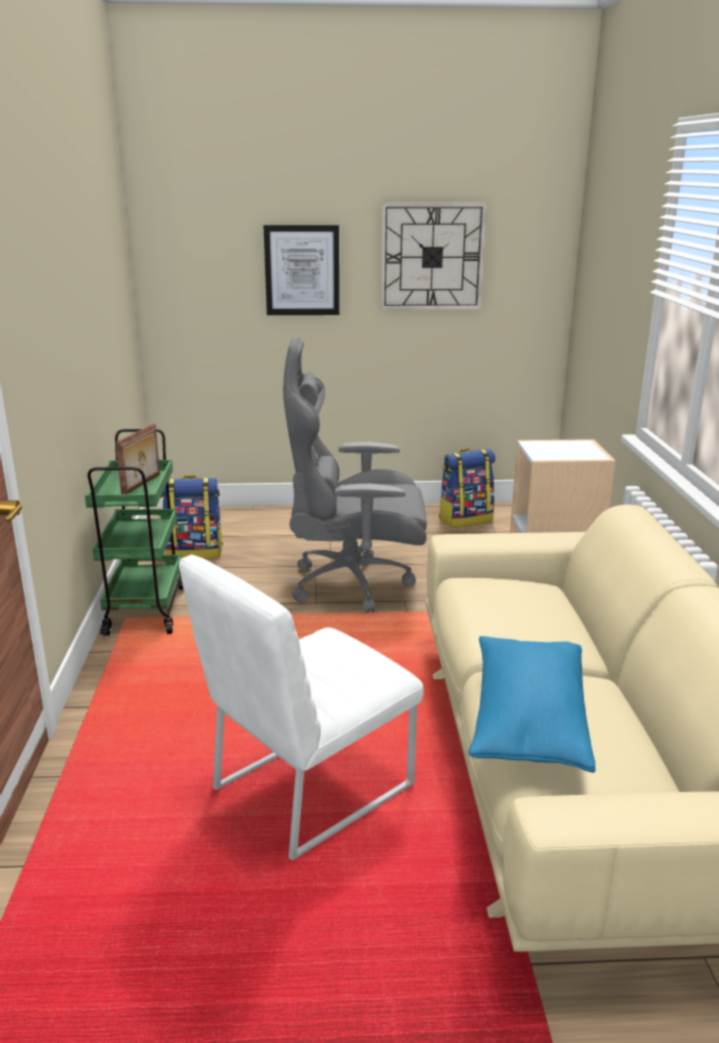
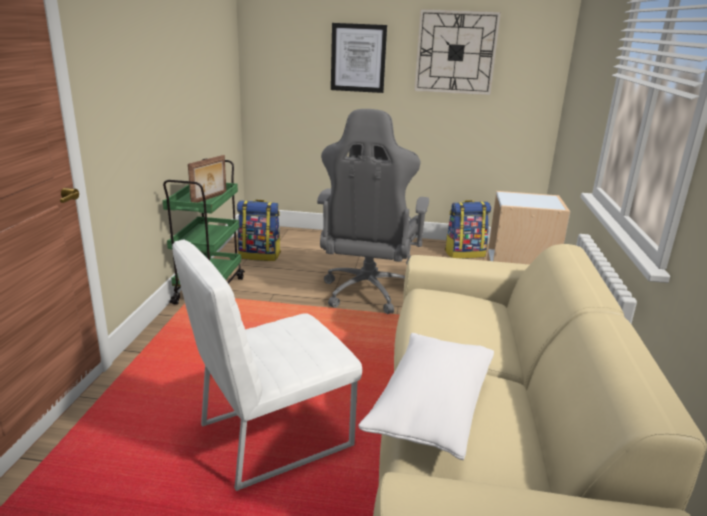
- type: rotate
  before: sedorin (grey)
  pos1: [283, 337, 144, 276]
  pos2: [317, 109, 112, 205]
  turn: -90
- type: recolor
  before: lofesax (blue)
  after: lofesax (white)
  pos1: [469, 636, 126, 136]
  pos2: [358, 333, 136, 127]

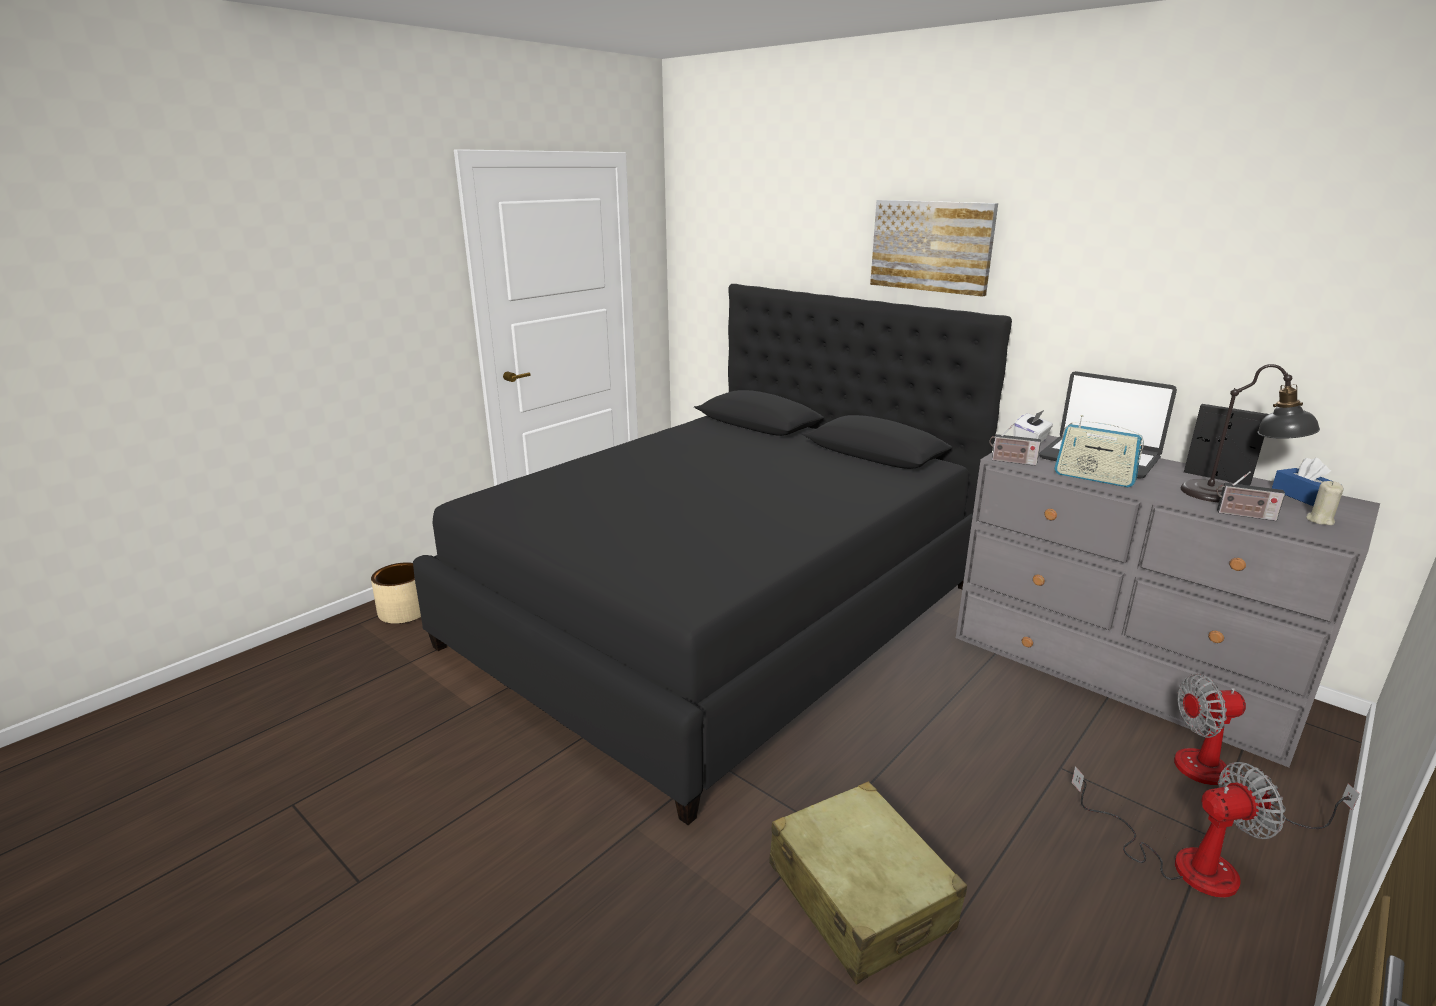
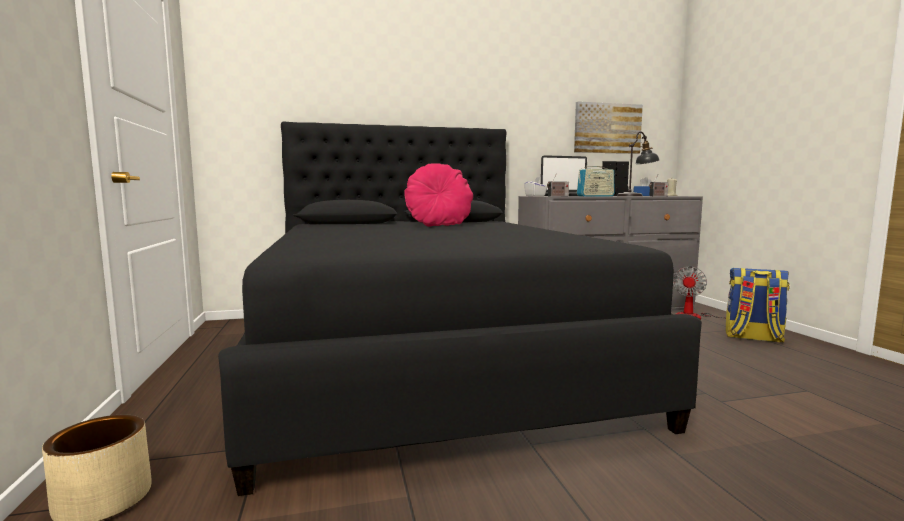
- type: insert
  after: lofesax (pink)
  pos2: [404, 163, 69, 64]
- type: move
  before: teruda
  pos1: [870, 200, 128, 97]
  pos2: [574, 101, 69, 53]
- type: replace
  before: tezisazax
  after: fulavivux
  pos1: [1072, 762, 214, 136]
  pos2: [726, 268, 63, 75]
- type: delete
  before: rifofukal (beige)
  pos1: [769, 781, 198, 204]

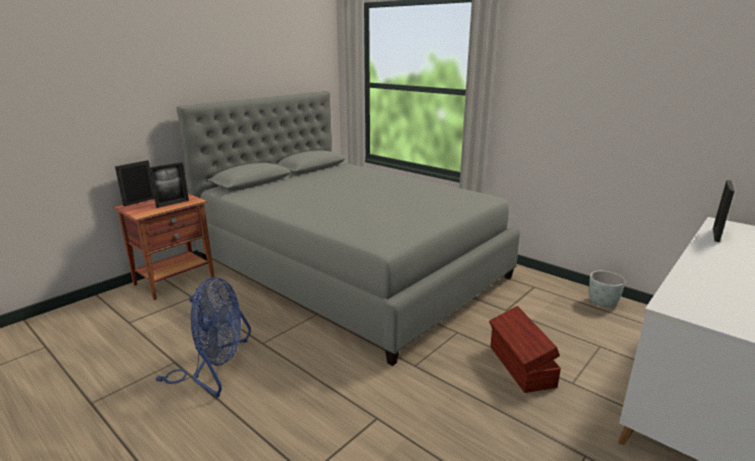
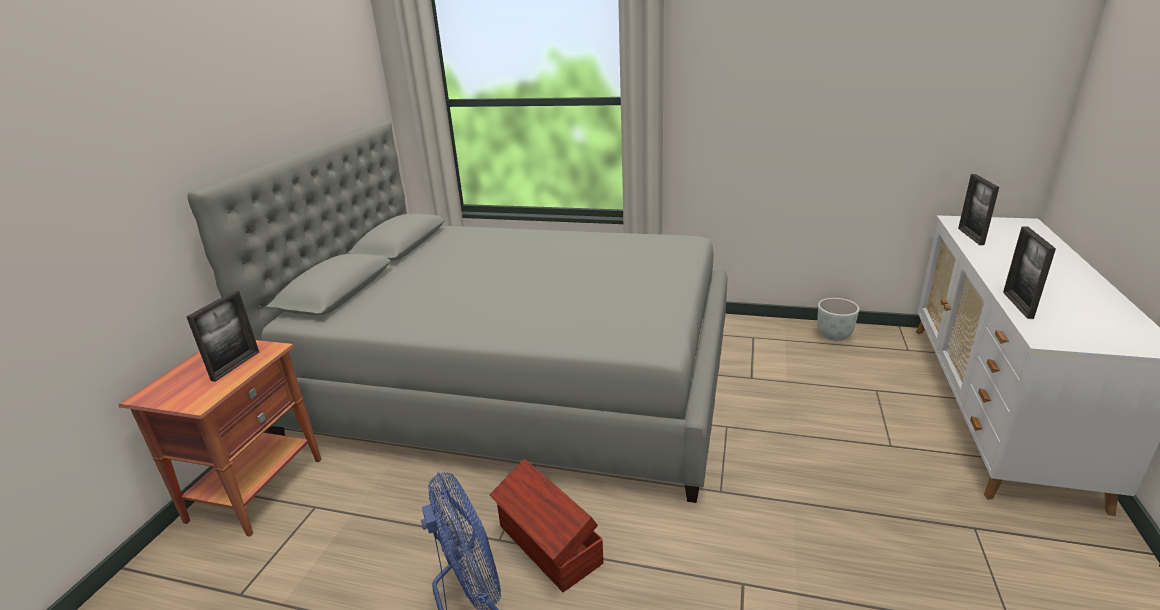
- type: move
  before: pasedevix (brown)
  pos1: [489, 306, 72, 87]
  pos2: [490, 459, 114, 133]
- type: move
  before: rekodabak
  pos1: [115, 160, 39, 46]
  pos2: [1003, 226, 53, 93]

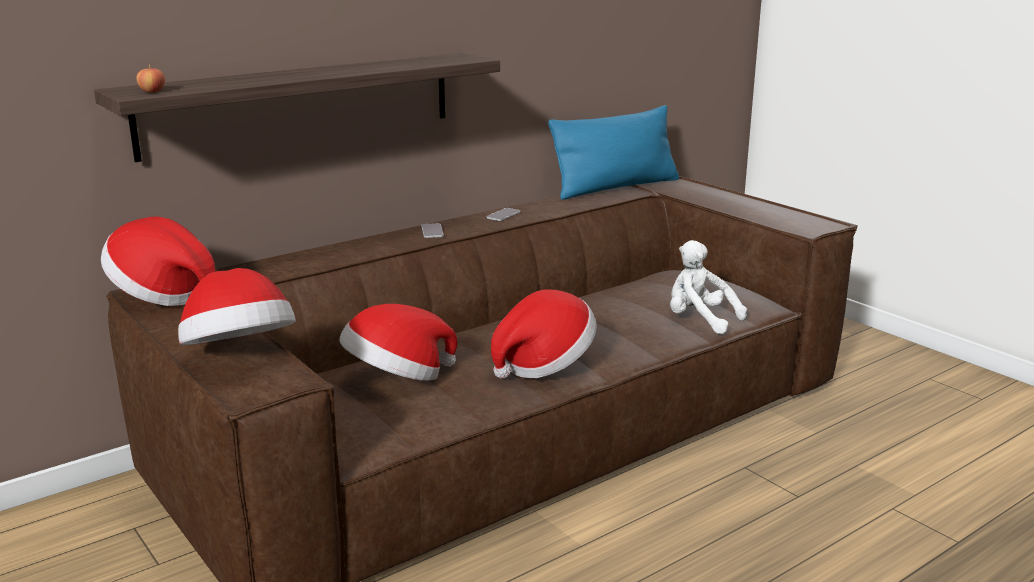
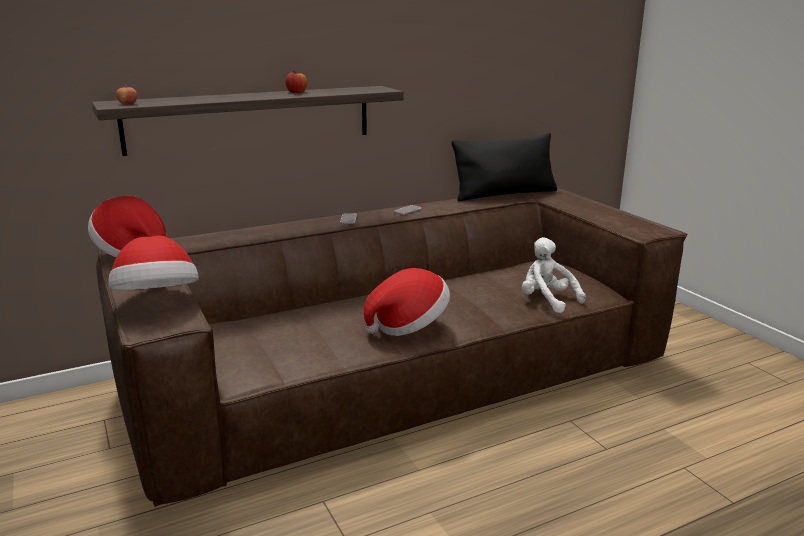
- type: insert
  after: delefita
  pos2: [286, 70, 21, 23]
- type: recolor
  before: lofesax (blue)
  after: lofesax (black)
  pos1: [548, 105, 131, 95]
  pos2: [452, 133, 105, 68]
- type: delete
  before: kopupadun
  pos1: [340, 304, 117, 77]

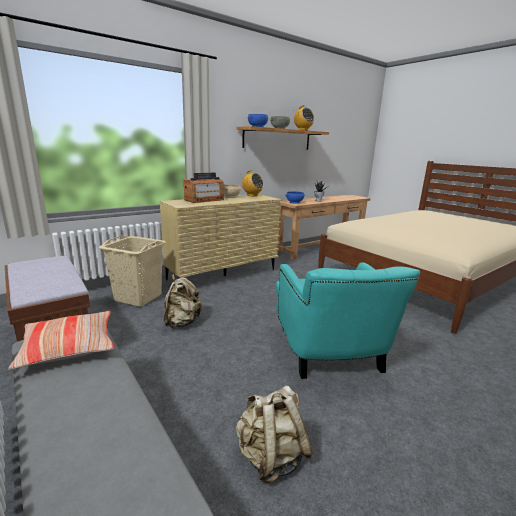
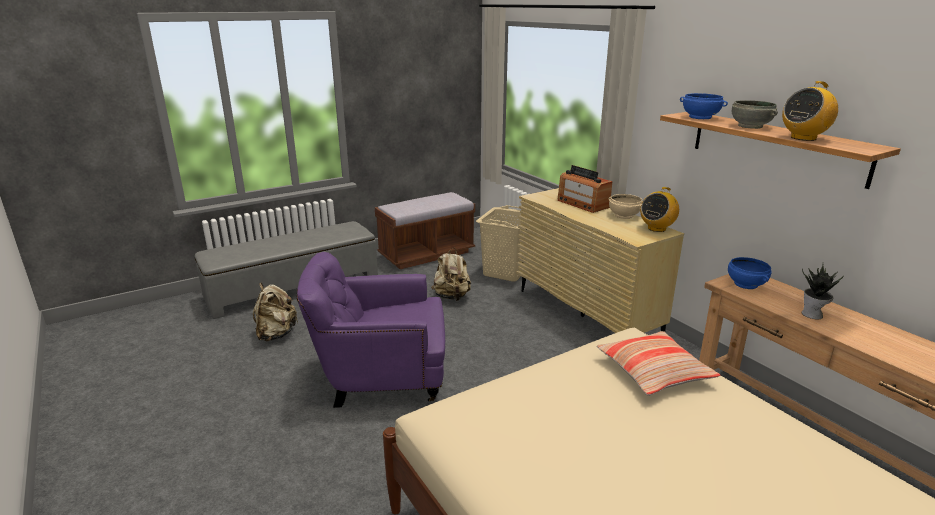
- type: recolor
  before: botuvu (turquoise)
  after: botuvu (purple)
  pos1: [276, 262, 144, 117]
  pos2: [297, 252, 148, 156]
- type: move
  before: lofesax
  pos1: [8, 311, 106, 59]
  pos2: [596, 331, 124, 65]

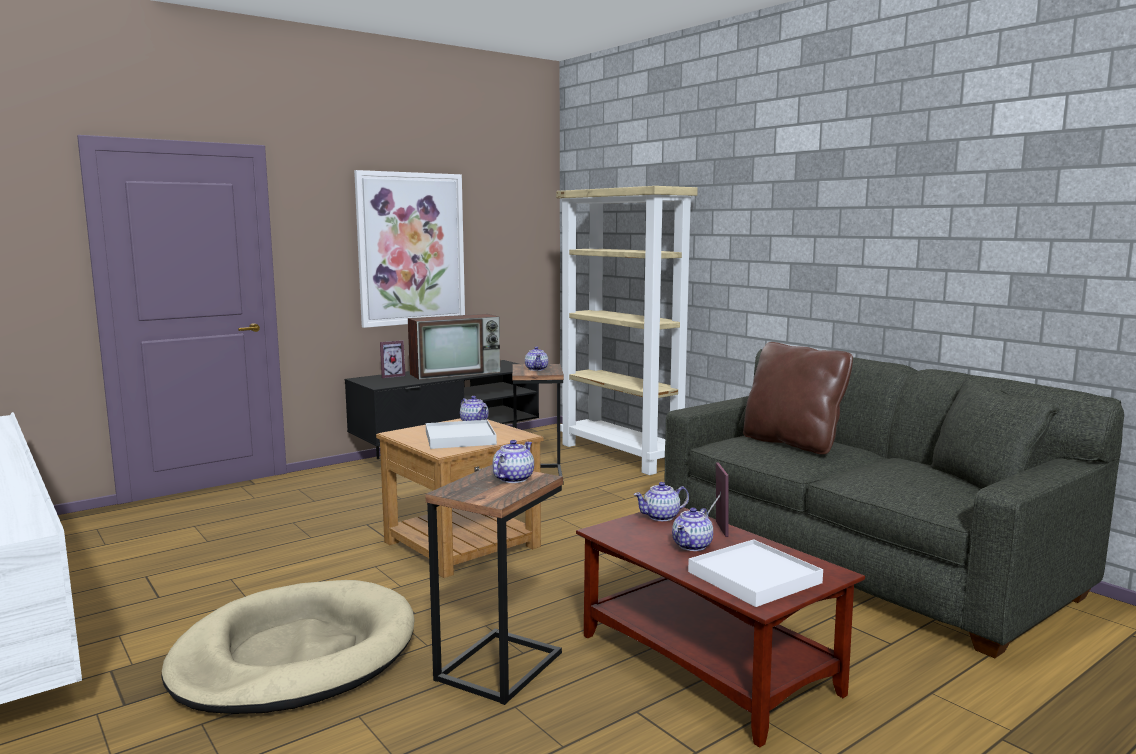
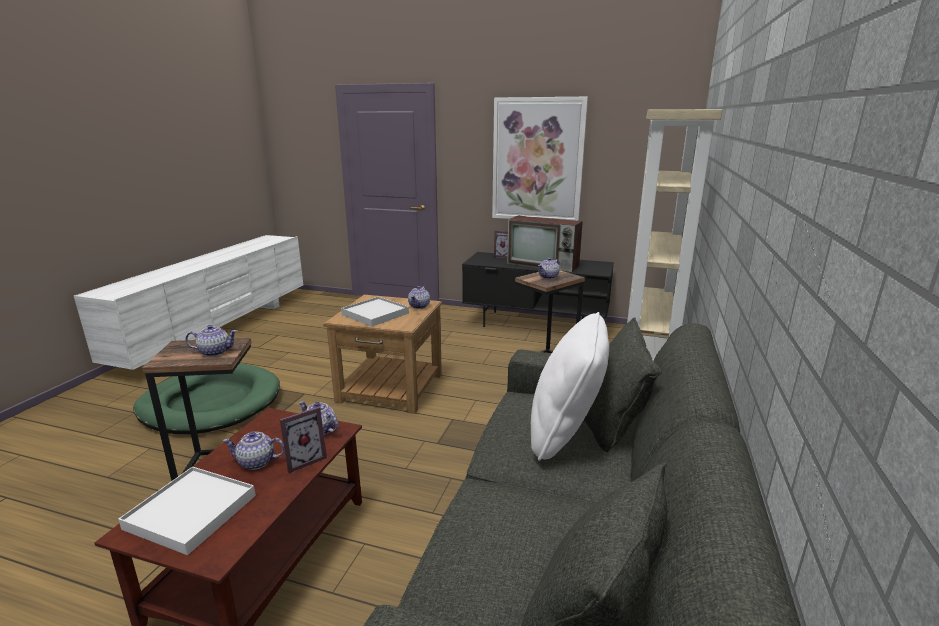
- type: recolor
  before: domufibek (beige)
  after: domufibek (green)
  pos1: [162, 580, 253, 134]
  pos2: [133, 363, 147, 71]
- type: recolor
  before: lofesax (brown)
  after: lofesax (white)
  pos1: [743, 342, 110, 113]
  pos2: [531, 312, 78, 149]

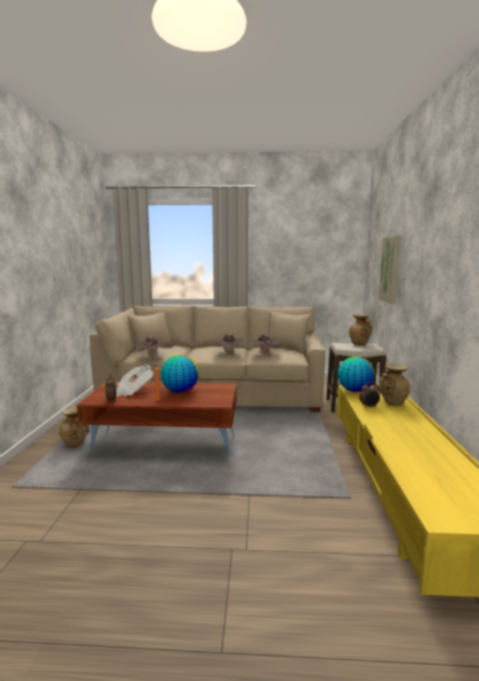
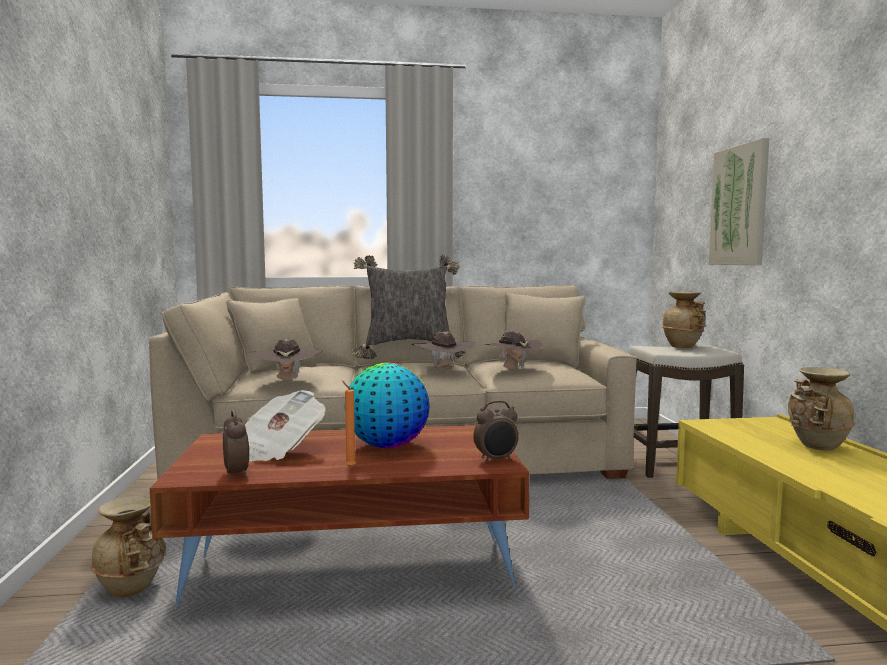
- type: insert
  after: lofesax
  pos2: [351, 254, 115, 108]
- type: move
  before: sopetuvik
  pos1: [359, 382, 21, 26]
  pos2: [473, 400, 46, 63]
- type: delete
  before: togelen
  pos1: [338, 356, 37, 36]

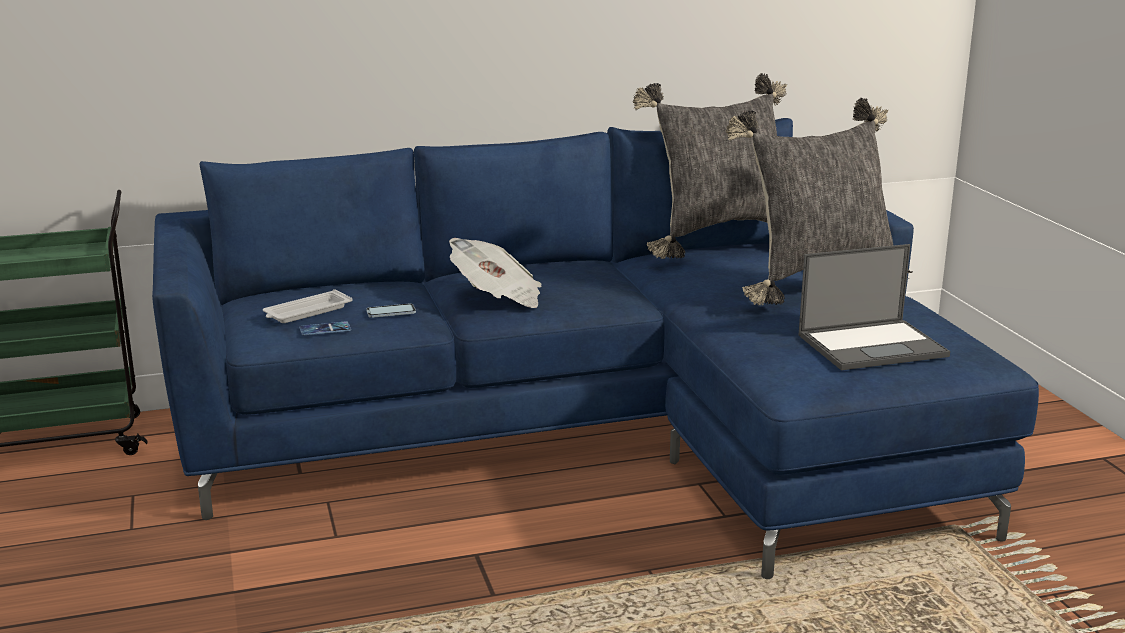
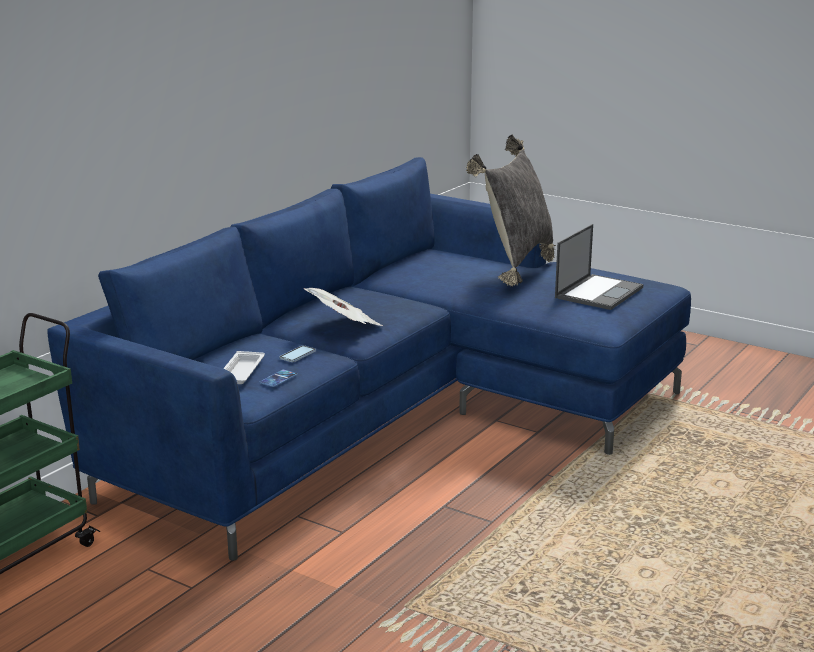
- type: delete
  before: lofesax
  pos1: [633, 73, 154, 186]

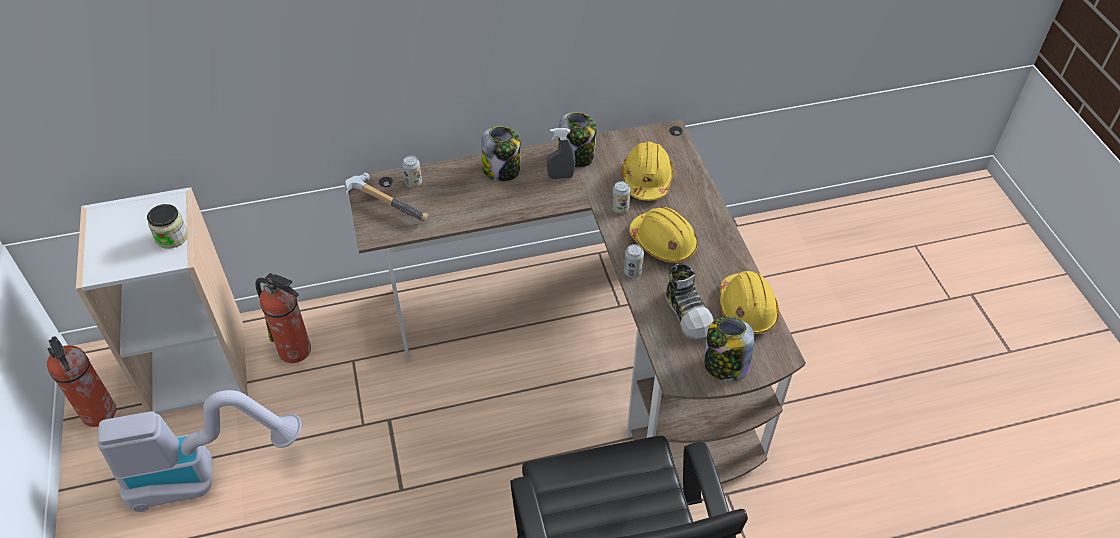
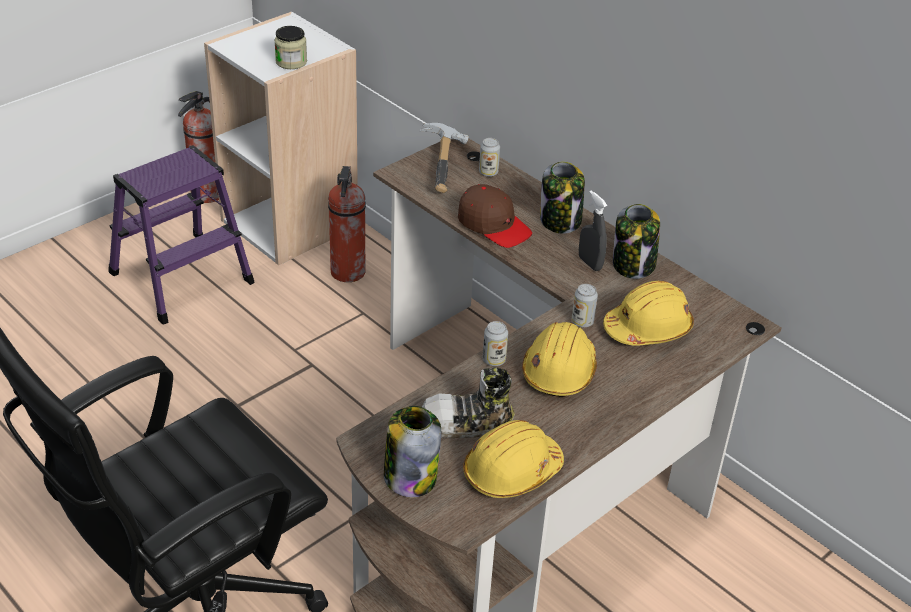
- type: replace
  before: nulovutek
  after: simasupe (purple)
  pos1: [98, 390, 204, 122]
  pos2: [108, 145, 147, 180]
- type: rotate
  before: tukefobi
  pos1: [666, 264, 48, 77]
  pos2: [422, 367, 93, 71]
  turn: 45
- type: insert
  after: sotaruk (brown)
  pos2: [458, 184, 74, 64]

